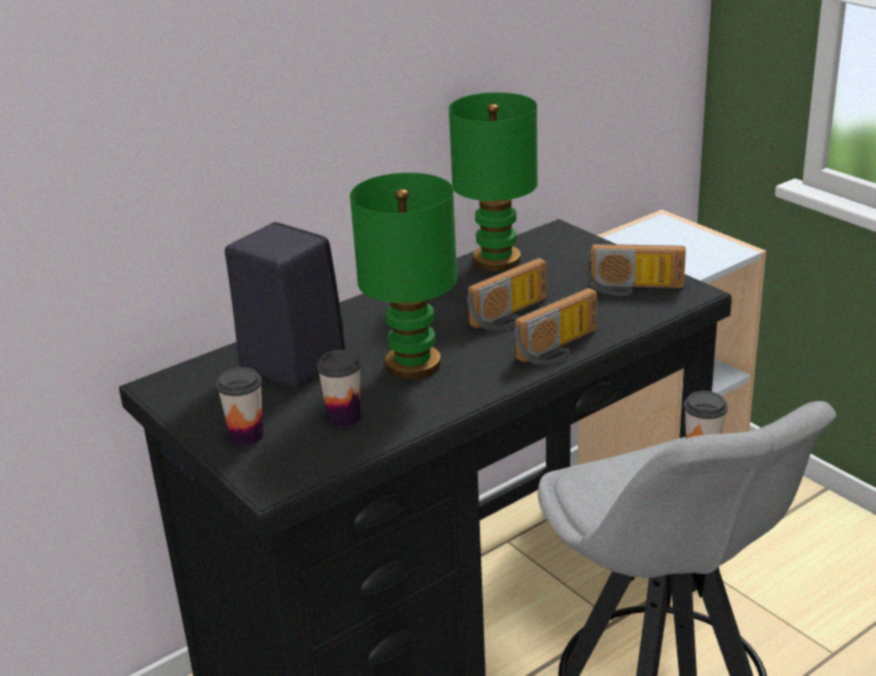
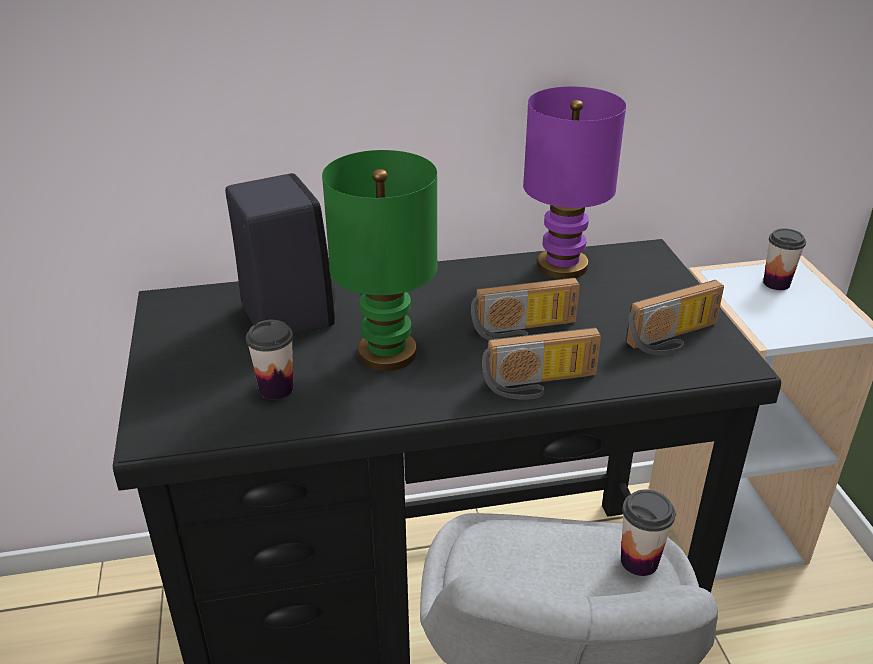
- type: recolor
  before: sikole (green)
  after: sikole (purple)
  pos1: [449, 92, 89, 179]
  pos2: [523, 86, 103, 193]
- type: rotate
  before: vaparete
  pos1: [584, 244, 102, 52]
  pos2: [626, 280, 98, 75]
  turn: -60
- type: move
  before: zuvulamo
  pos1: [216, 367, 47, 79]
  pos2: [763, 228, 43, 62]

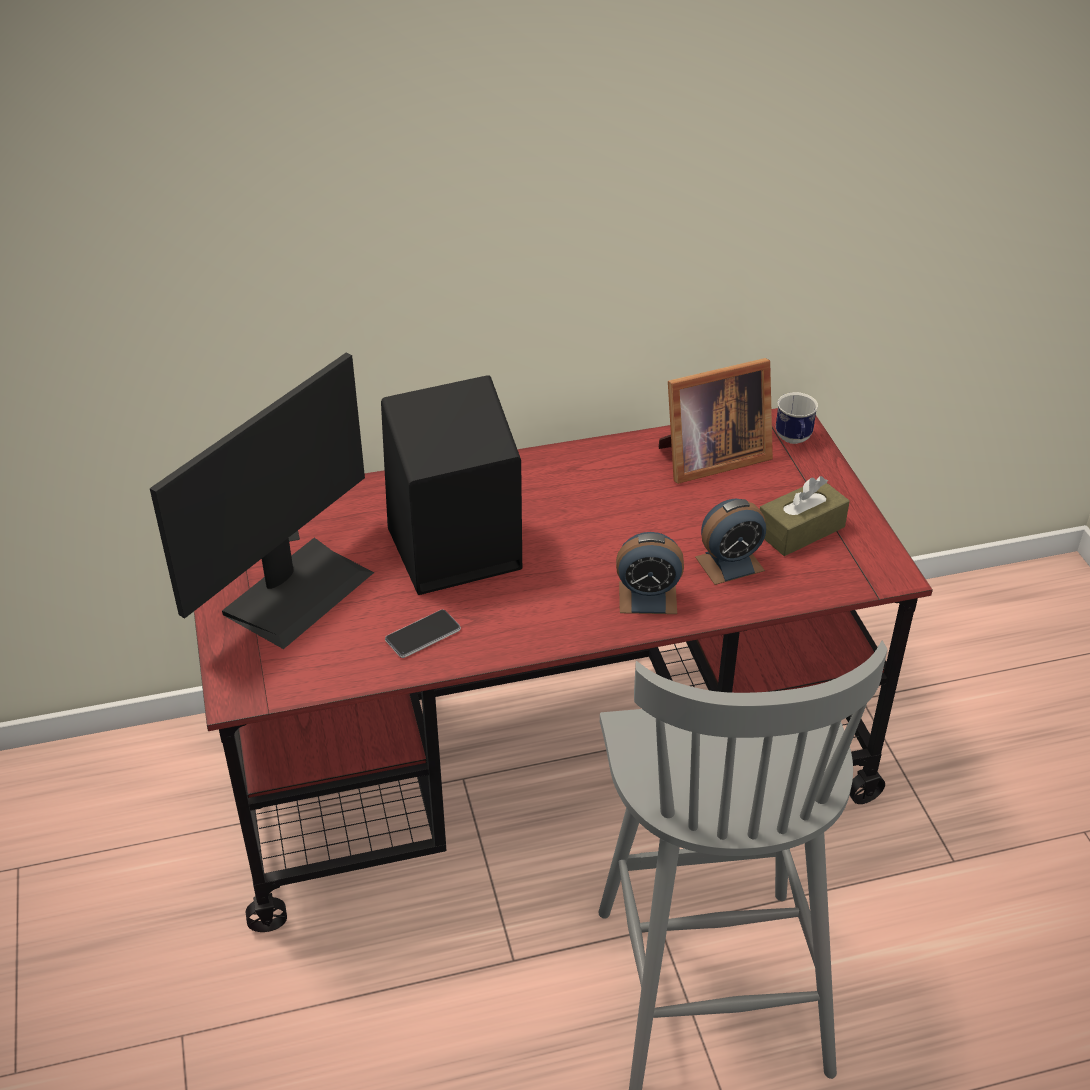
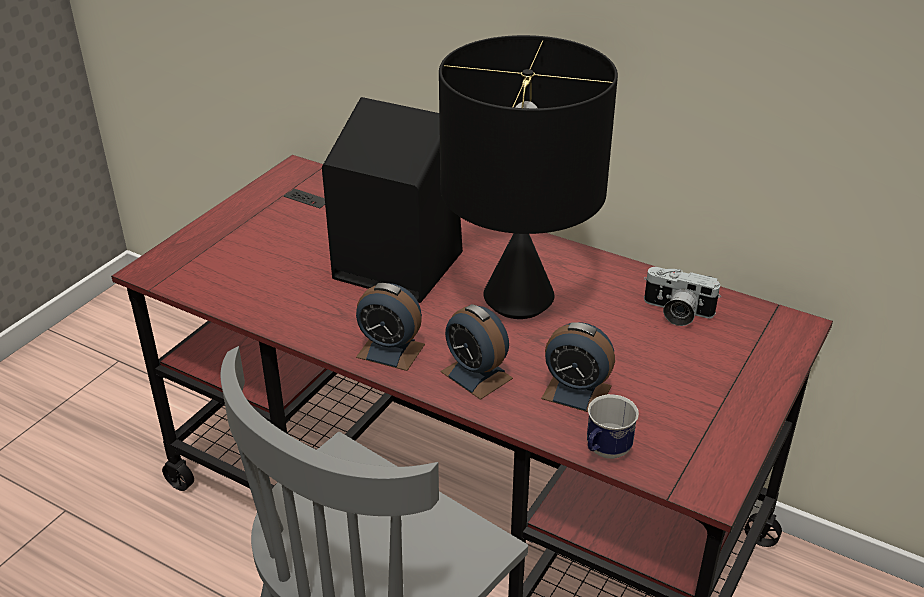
- type: insert
  after: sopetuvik
  pos2: [356, 283, 69, 88]
- type: insert
  after: sikole (black)
  pos2: [439, 35, 179, 284]
- type: move
  before: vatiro
  pos1: [776, 392, 42, 52]
  pos2: [587, 394, 52, 65]
- type: replace
  before: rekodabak
  after: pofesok
  pos1: [659, 358, 114, 126]
  pos2: [644, 267, 77, 59]
- type: delete
  before: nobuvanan
  pos1: [150, 353, 224, 296]
- type: delete
  before: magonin
  pos1: [385, 610, 76, 48]
- type: delete
  before: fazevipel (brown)
  pos1: [760, 476, 90, 80]

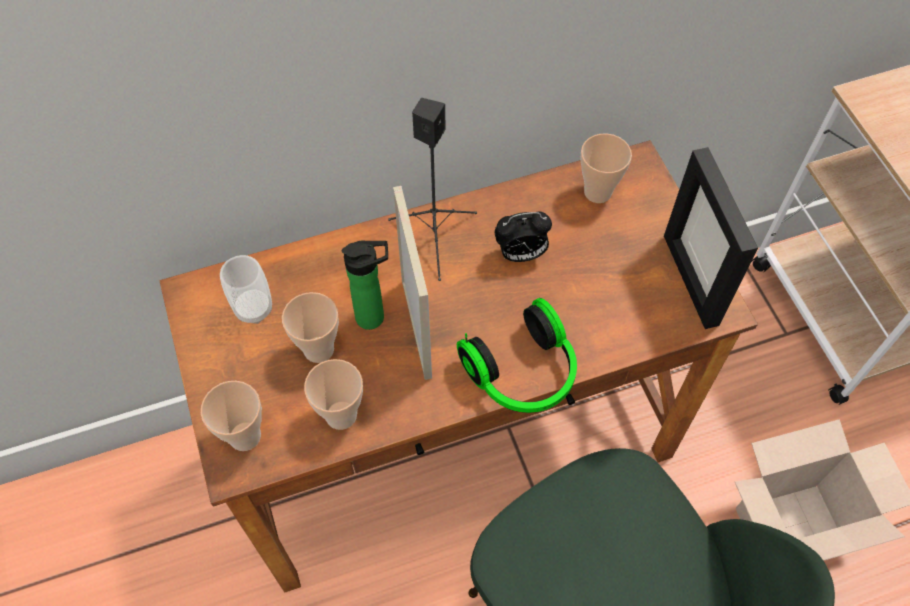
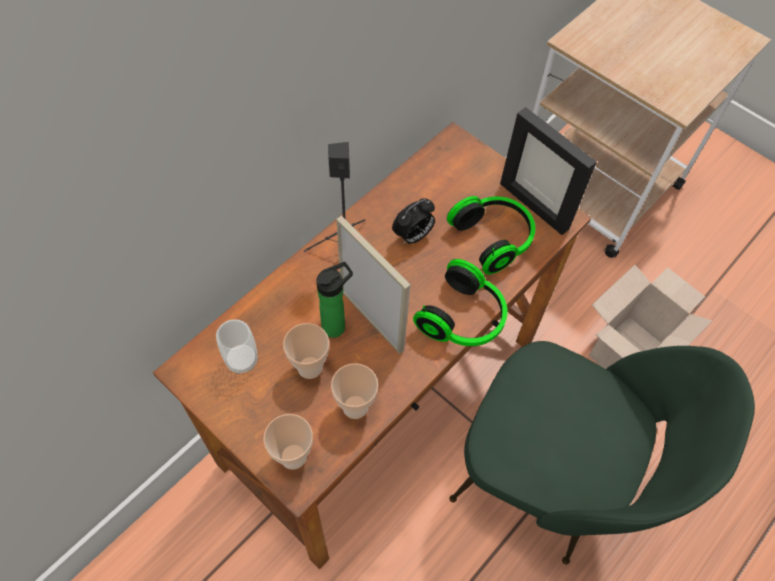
- type: insert
  after: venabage
  pos2: [447, 196, 88, 79]
- type: delete
  before: zuvulamo
  pos1: [580, 134, 52, 69]

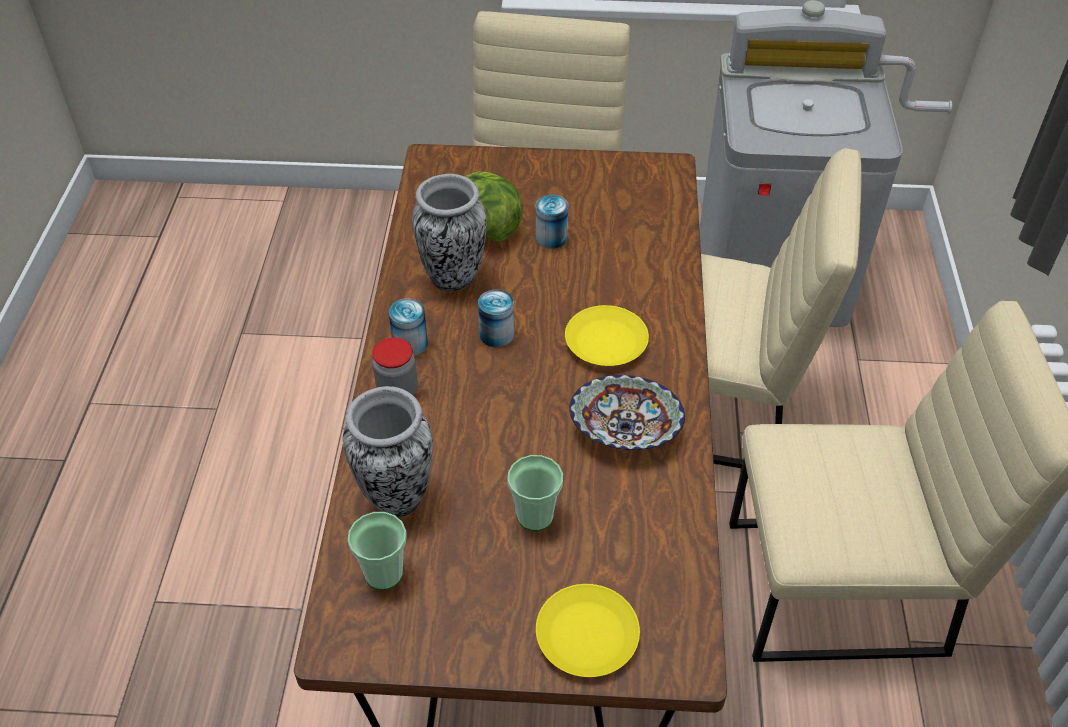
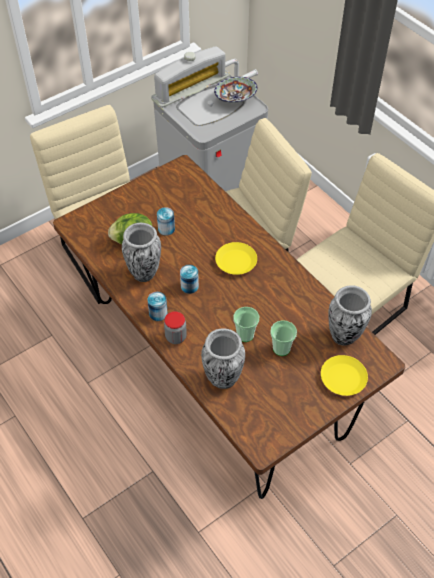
- type: move
  before: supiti
  pos1: [569, 375, 116, 75]
  pos2: [214, 77, 43, 26]
- type: move
  before: zuvulamo
  pos1: [347, 512, 60, 78]
  pos2: [233, 307, 26, 35]
- type: insert
  after: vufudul
  pos2: [328, 285, 44, 60]

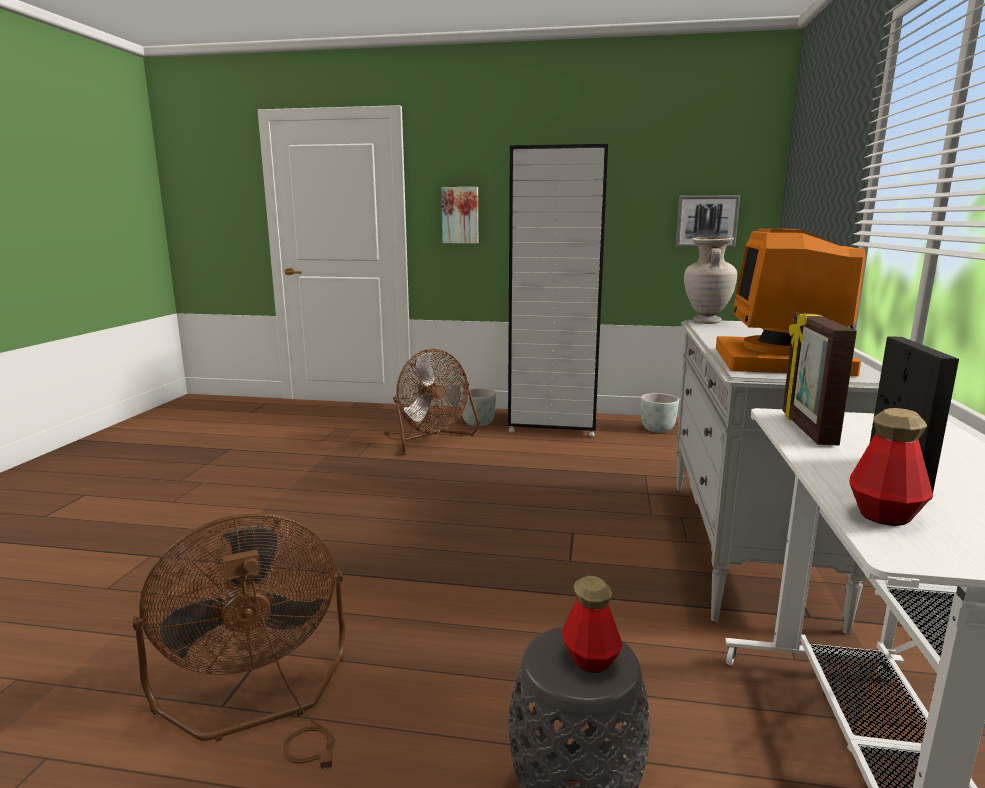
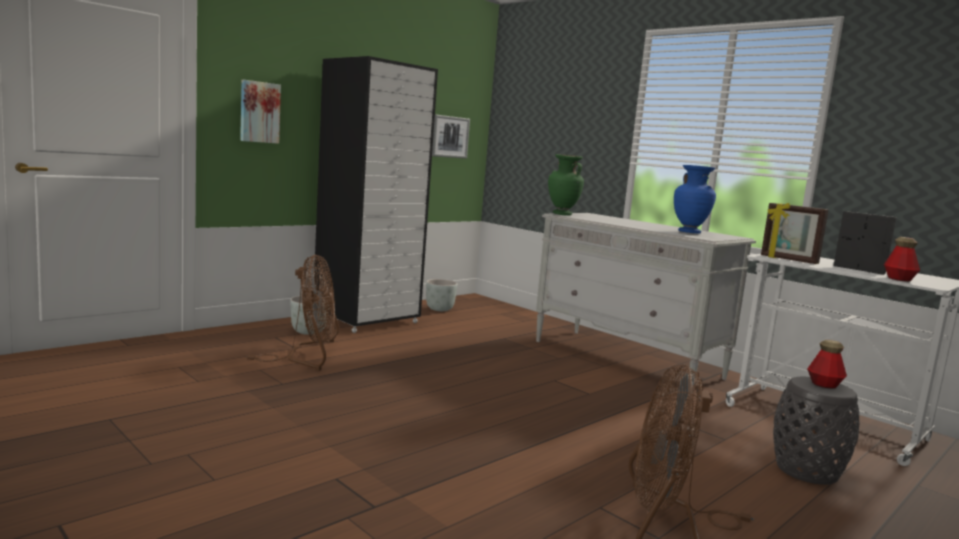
- type: recolor
  before: vufudul (beige)
  after: vufudul (green)
  pos1: [684, 237, 53, 87]
  pos2: [548, 154, 36, 62]
- type: replace
  before: nobuvanan
  after: vufudul (blue)
  pos1: [716, 229, 150, 147]
  pos2: [674, 165, 42, 69]

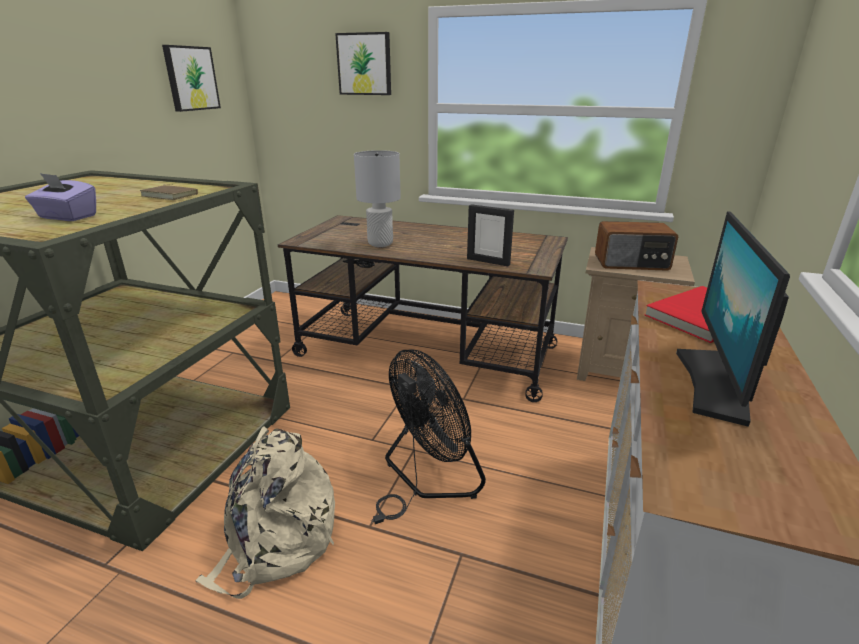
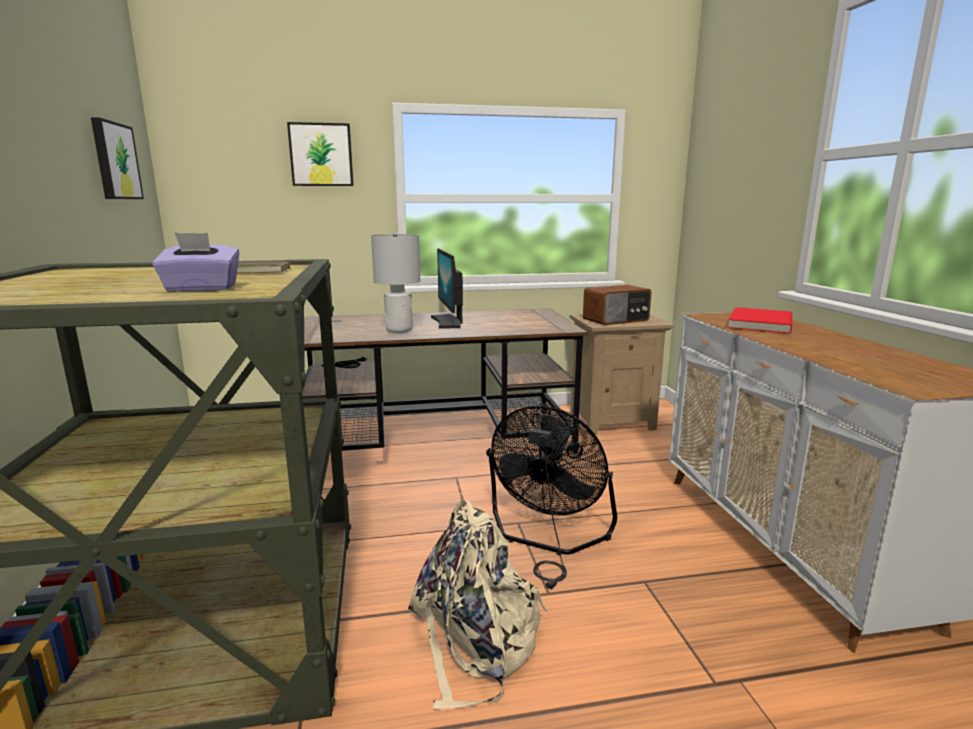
- type: move
  before: nobuvanan
  pos1: [676, 211, 114, 216]
  pos2: [431, 248, 32, 80]
- type: delete
  before: rekodabak
  pos1: [467, 204, 47, 62]

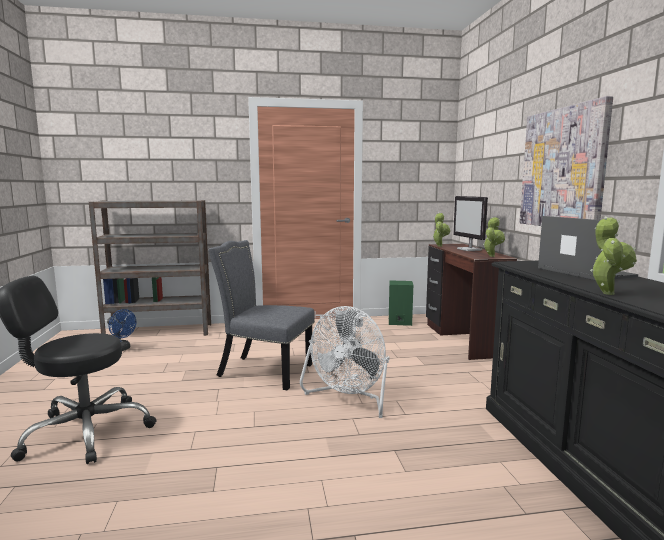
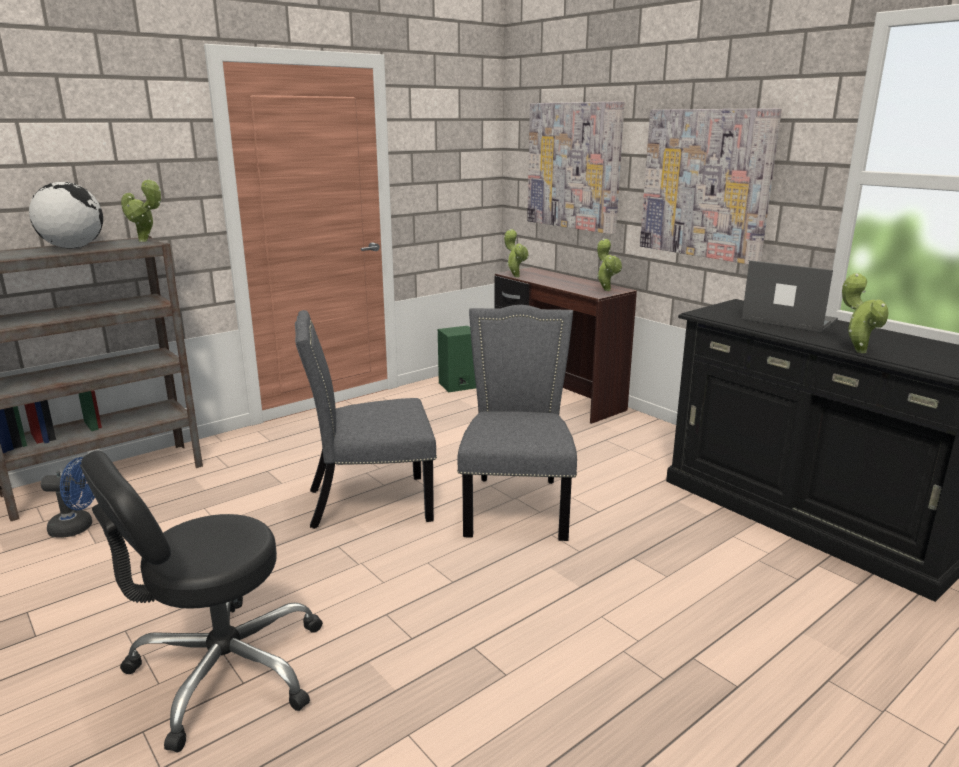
- type: insert
  after: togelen
  pos2: [29, 182, 74, 66]
- type: insert
  after: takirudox
  pos2: [121, 179, 40, 63]
- type: replace
  before: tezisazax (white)
  after: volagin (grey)
  pos1: [300, 306, 90, 112]
  pos2: [457, 305, 120, 236]
- type: insert
  after: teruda
  pos2: [527, 101, 97, 133]
- type: delete
  before: nobuvanan
  pos1: [453, 196, 35, 55]

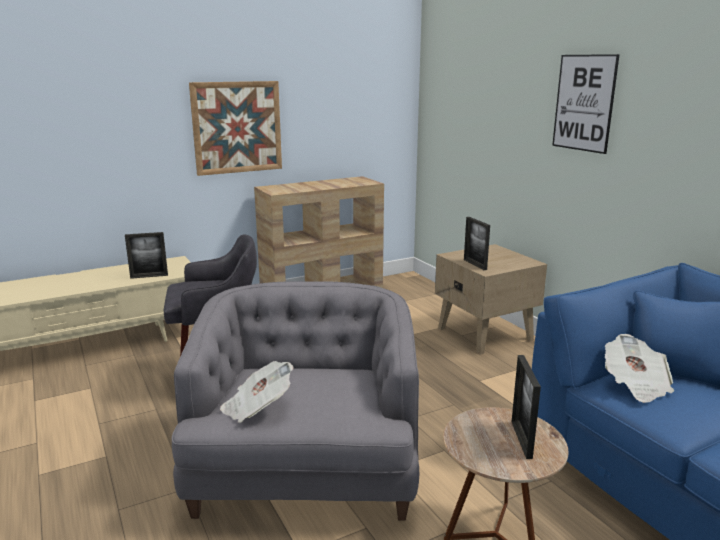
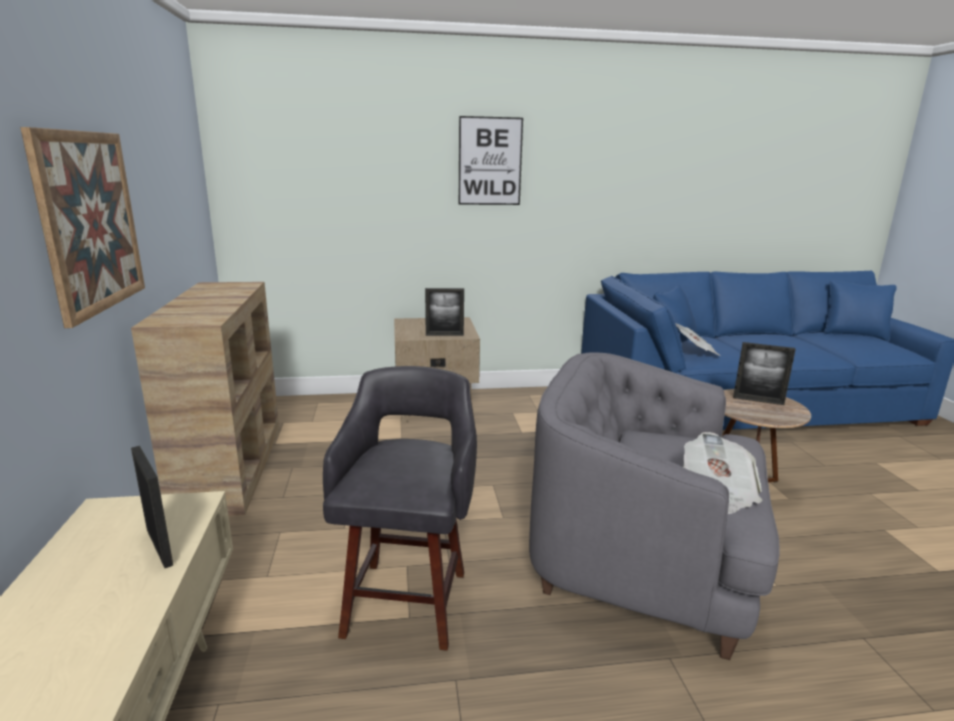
- type: rotate
  before: rekodabak
  pos1: [125, 232, 43, 47]
  pos2: [131, 446, 42, 122]
  turn: -45

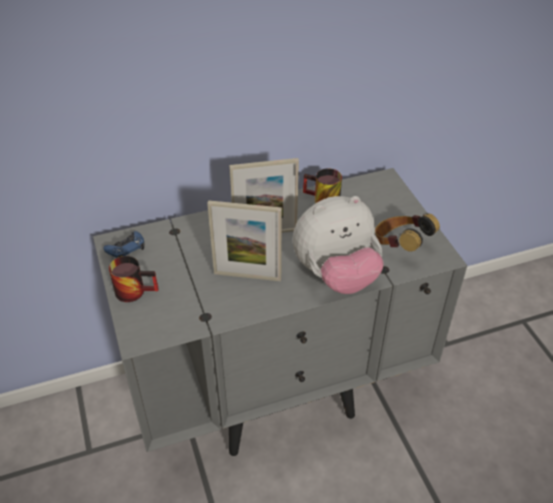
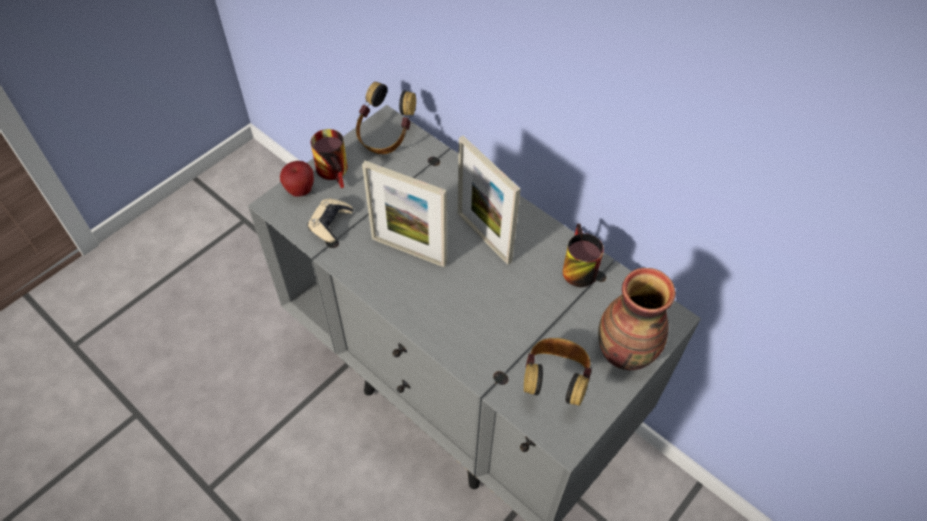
- type: insert
  after: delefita
  pos2: [280, 161, 34, 36]
- type: insert
  after: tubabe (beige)
  pos2: [307, 198, 46, 45]
- type: replace
  before: tubabe (blue)
  after: venabage
  pos1: [103, 231, 41, 27]
  pos2: [356, 82, 60, 72]
- type: rotate
  before: rekodabak
  pos1: [207, 200, 75, 81]
  pos2: [362, 161, 85, 106]
  turn: -45
- type: insert
  after: vufudul
  pos2: [598, 268, 78, 102]
- type: delete
  before: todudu
  pos1: [293, 196, 91, 98]

